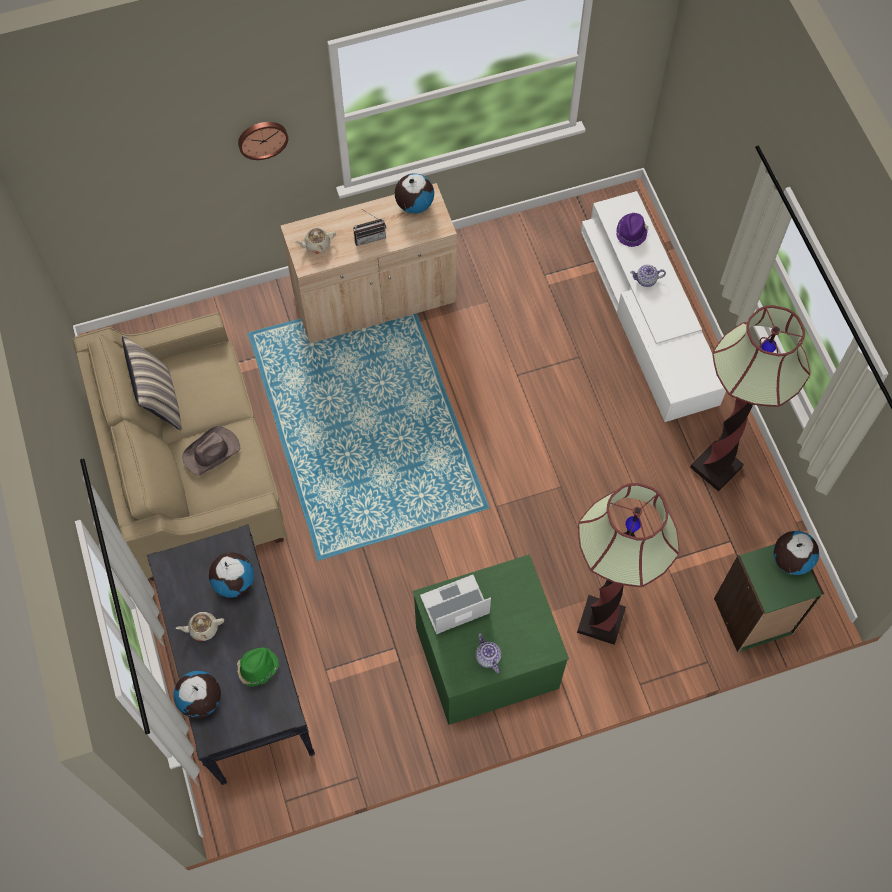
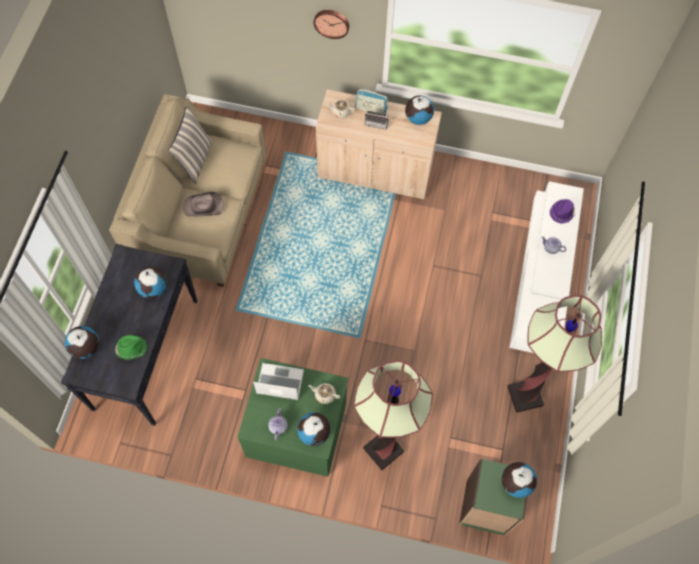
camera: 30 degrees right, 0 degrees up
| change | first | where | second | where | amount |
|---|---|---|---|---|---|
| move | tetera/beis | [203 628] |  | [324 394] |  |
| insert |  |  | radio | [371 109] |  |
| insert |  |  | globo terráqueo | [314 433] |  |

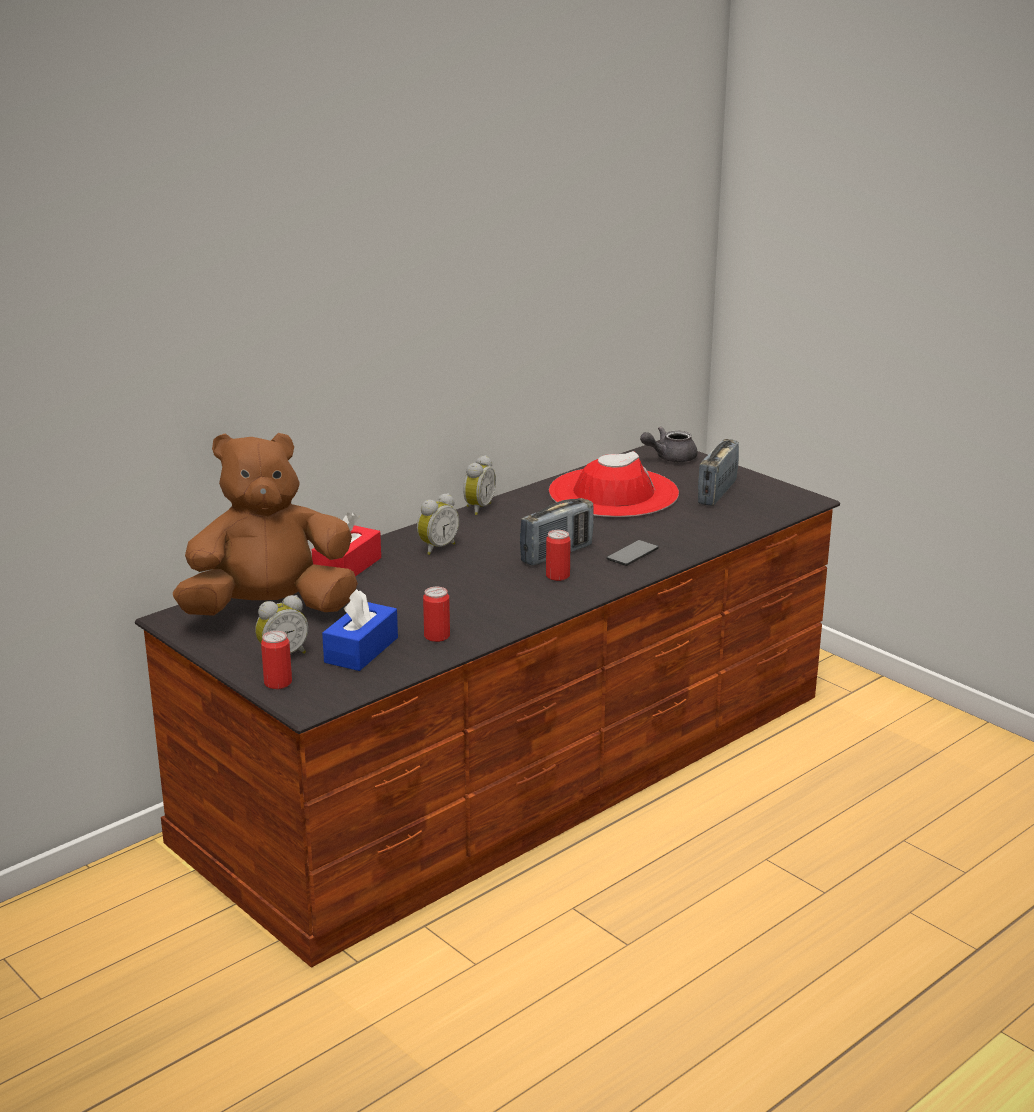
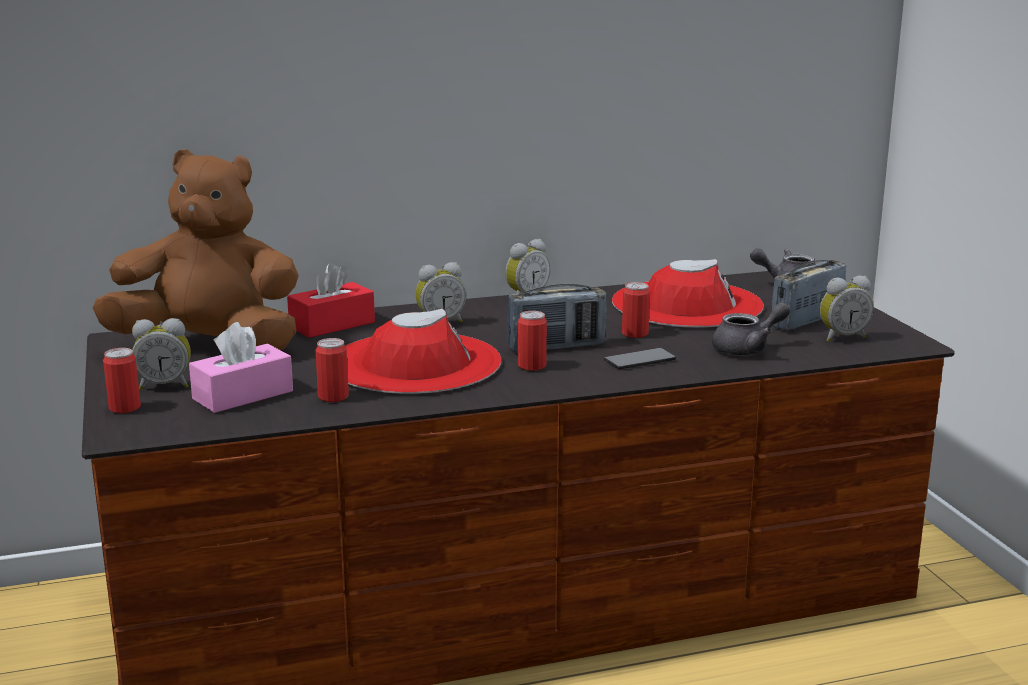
camera: 25 degrees right, 5 degrees down
| change | first | where | second | where | amount |
|---|---|---|---|---|---|
| recolor | caja de pañuelos/azul | [361 650] | caja de pañuelos/rosa | [243 395] |  |
| insert |  |  | despertador | [842 337] |  |
| insert |  |  | lata | [635 334] |  |
| insert |  |  | tetera/gris | [748 349] |  |
| insert |  |  | sombrero/rojo | [415 363] |  |

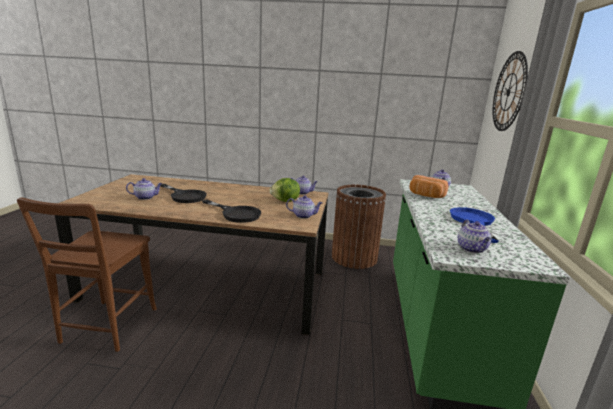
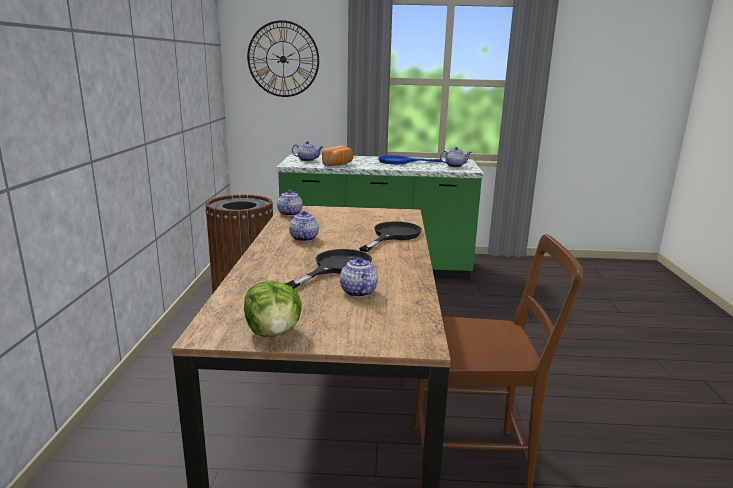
camera: 95 degrees left, 0 degrees up
| change | first | where | second | where | amount |
|---|---|---|---|---|---|
| move | lechuga | [285 201] |  | [274 333] |  |
| move | tetera | [304 216] |  | [303 238] |  |

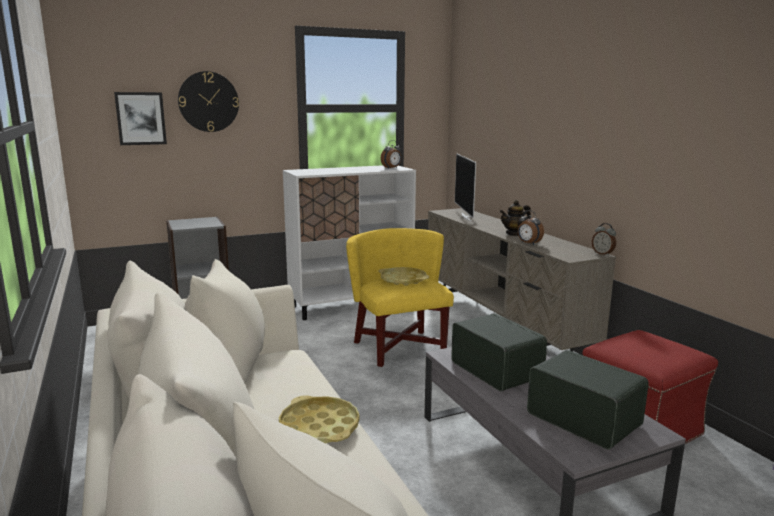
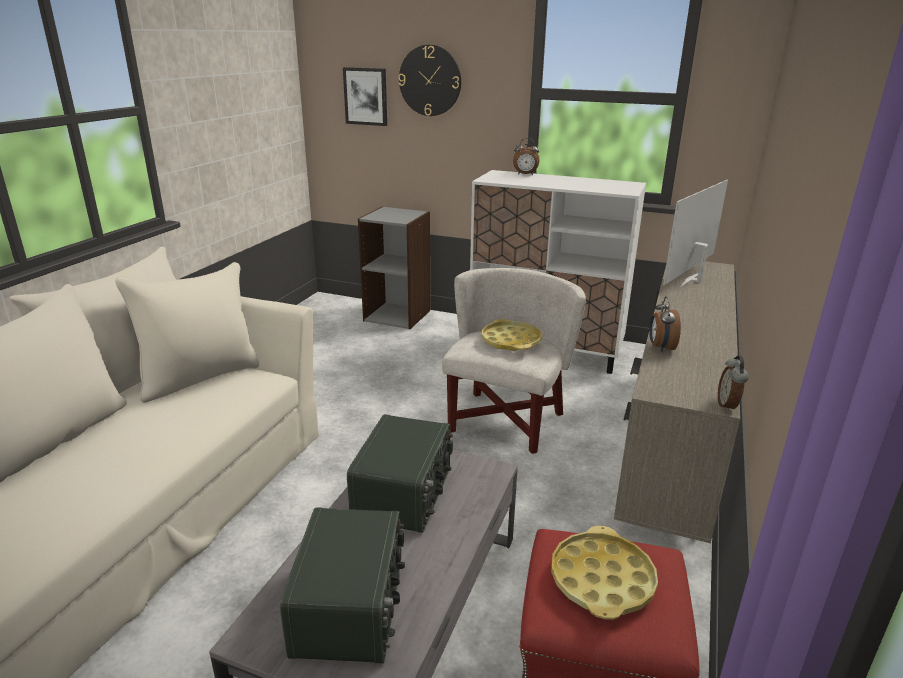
camera: 45 degrees right, 10 degrees up
| change | first | where | second | where | amount |
|---|---|---|---|---|---|
| move | despertador | [391 168] |  | [525 174] |  |
| delete | tetera | [514 234] |  |  |  |
| recolor | sillón/amarillo | [400 348] | sillón/blanco | [505 421] |  |
| move | bandeja/amarillo | [319 427] |  | [601 580] |  |

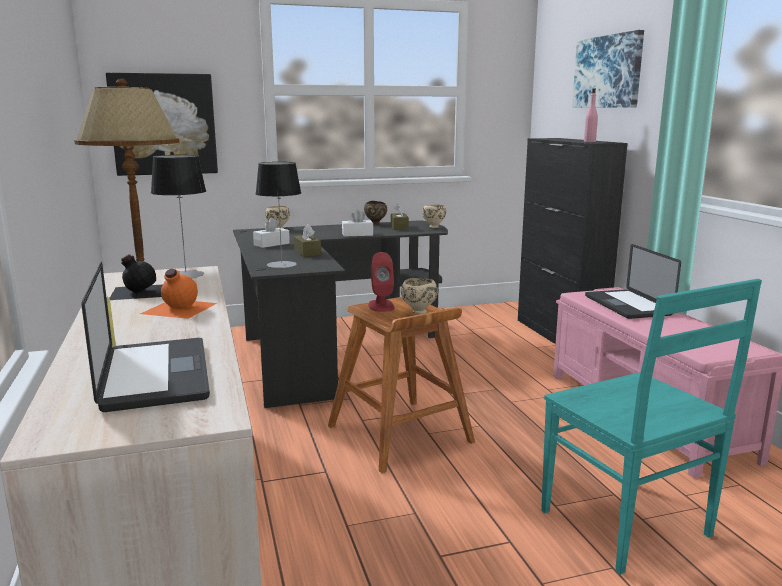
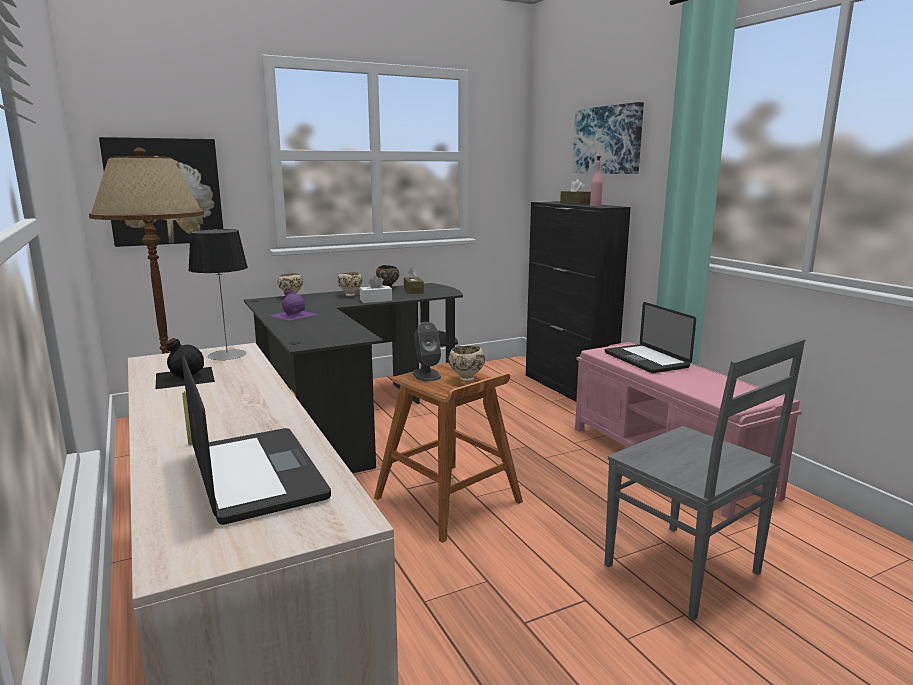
camera: 10 degrees left, 0 degrees up
| change | first | where | second | where | amount |
|---|---|---|---|---|---|
| delete | lámpara de mesa | [281 264] |  |  |  |
| move | cuenco/beis | [434 227] |  | [350 295] |  |
| replace | caja de pañuelos/blanco | [271 244] | botella/morado | [293 314] |  |
| move | caja de pañuelos/marrón | [307 252] |  | [575 203] |  |
| recolor | altavoz/rojo | [381 306] | altavoz/gris | [426 375] |  |
| delete | botella/naranja | [178 308] |  |  |  |
| recolor | silla/turquesa | [628 526] | silla/gris | [685 571] |  |

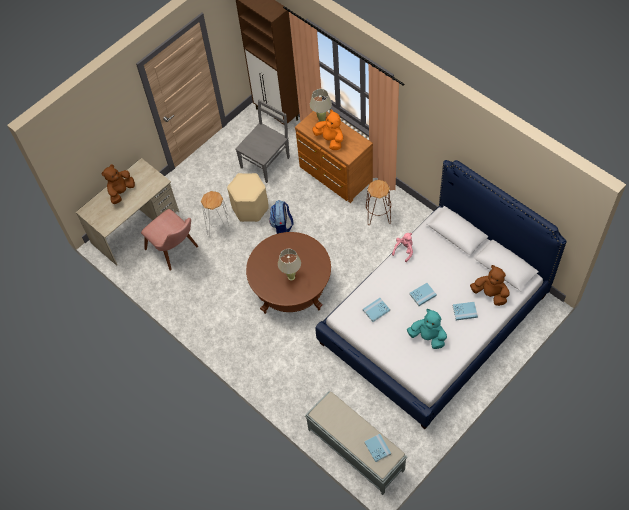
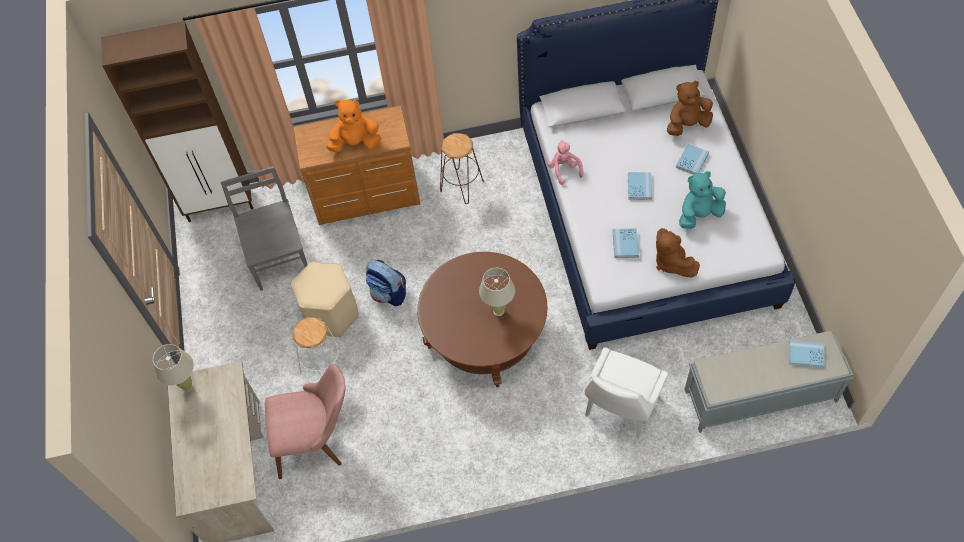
camera: 55 degrees left, 0 degrees up
| change | first | where | second | where | amount |
|---|---|---|---|---|---|
| move | lámpara de mesa/beis | [322 120] |  | [188 386] |  |
| move | peluche/marrón | [121 192] |  | [671 262] |  |
| insert |  |  | silla/blanco | [620 407] |  |

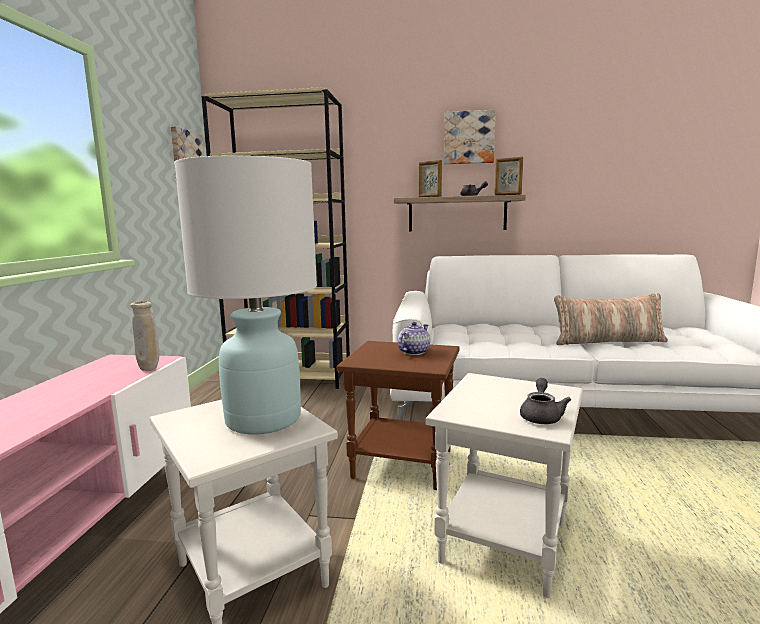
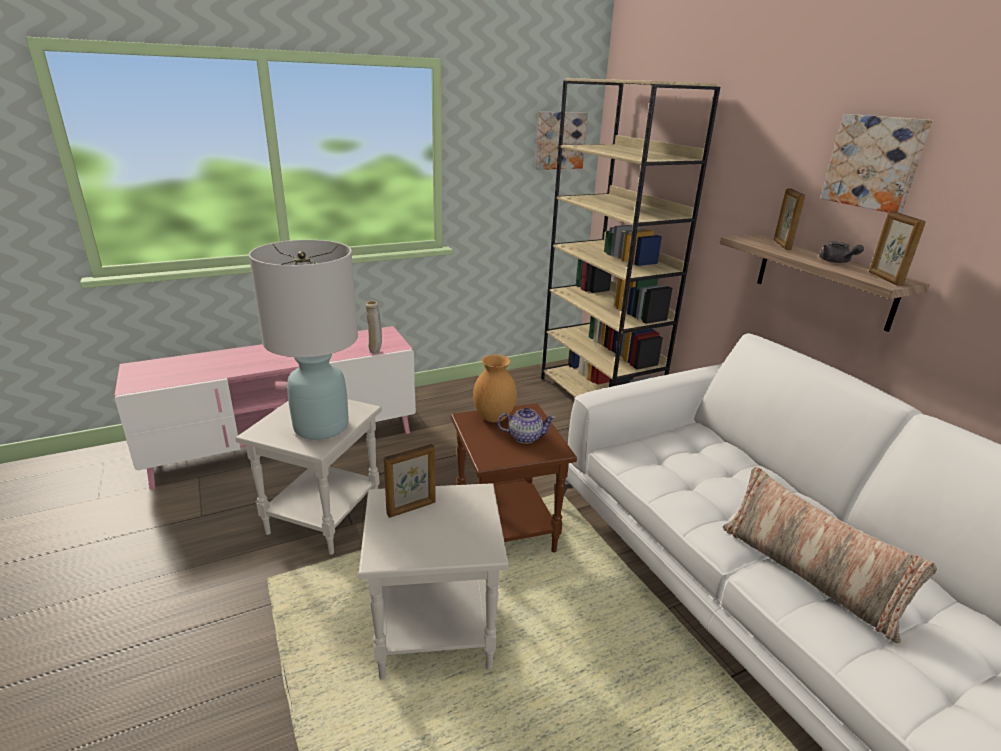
camera: 55 degrees right, 15 degrees up
| change | first | where | second | where | amount |
|---|---|---|---|---|---|
| delete | tetera/gris | [541 416] |  |  |  |
| insert |  |  | florero/marrón | [494 417] |  |
| insert |  |  | portarretratos | [412 508] |  |

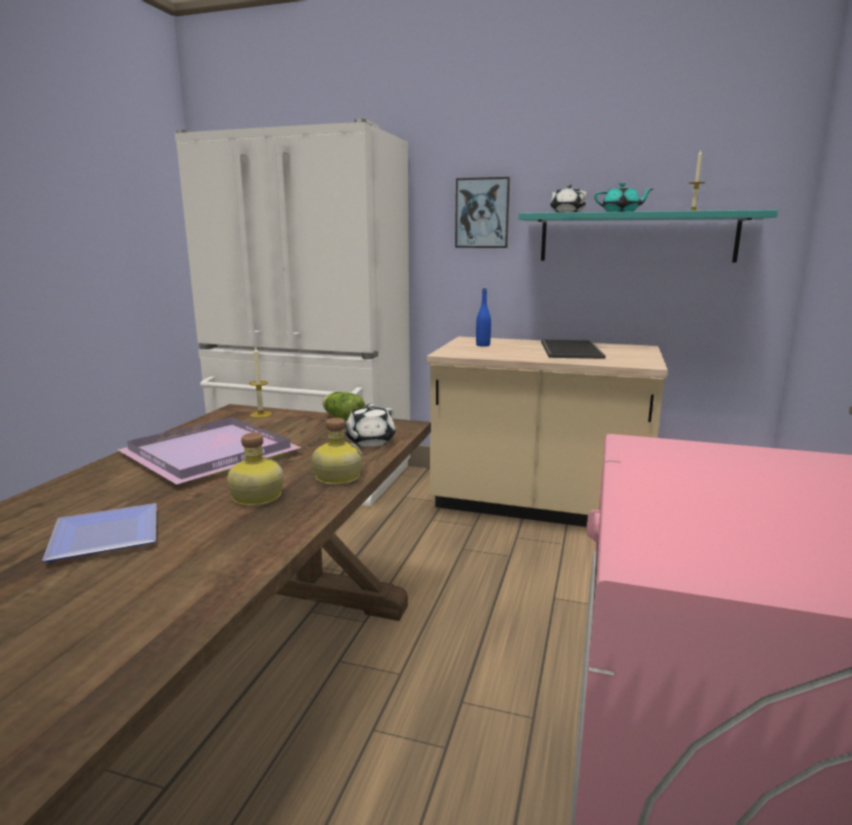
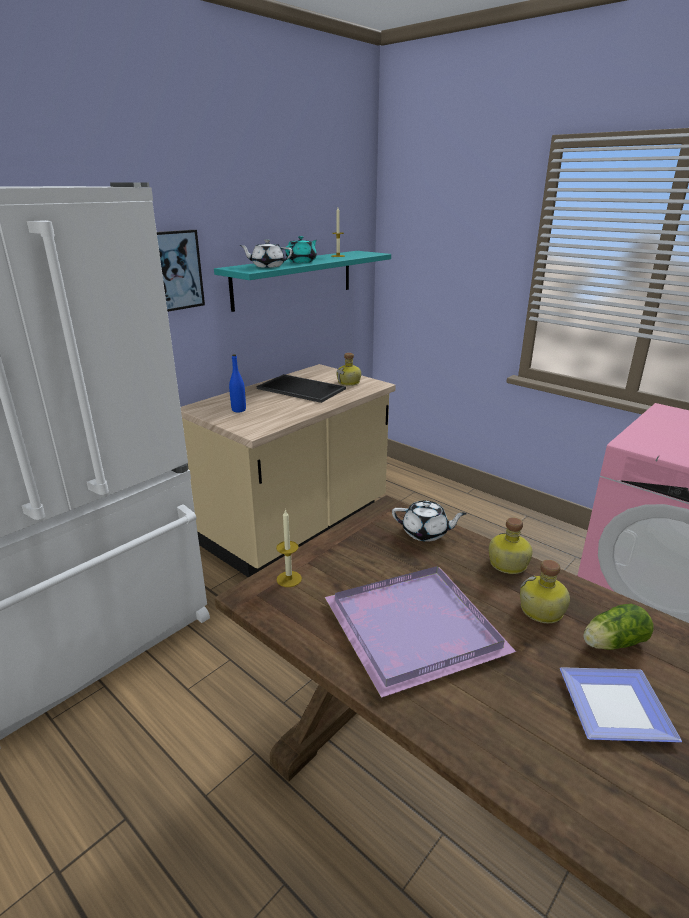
camera: 65 degrees left, 10 degrees up
| change | first | where | second | where | amount |
|---|---|---|---|---|---|
| move | lechuga | [342 419] |  | [611 643] |  |
| rotate | tetera/blanco | [369 442] |  | [426 533] | 45 degrees counterclockwise |
| insert |  |  | botella | [349 383] |  |

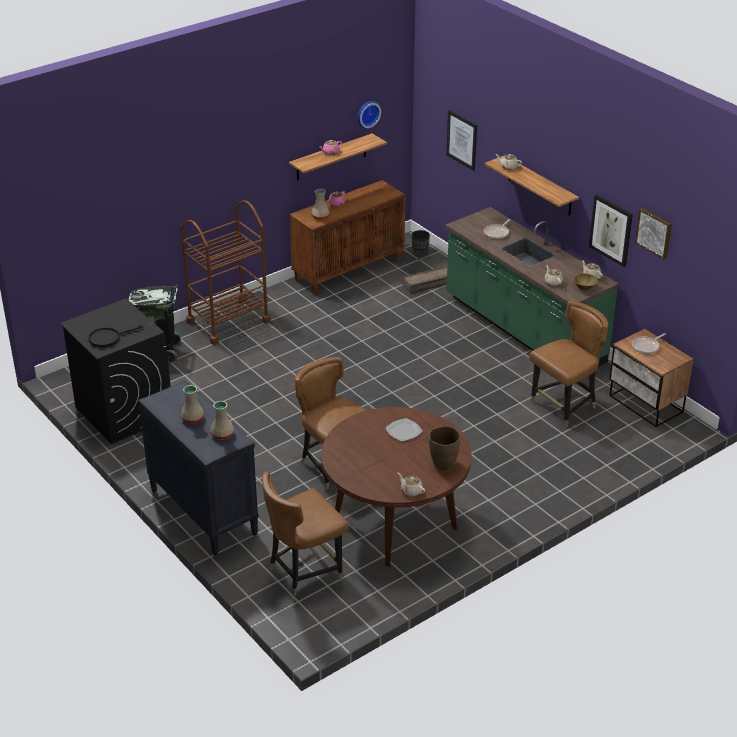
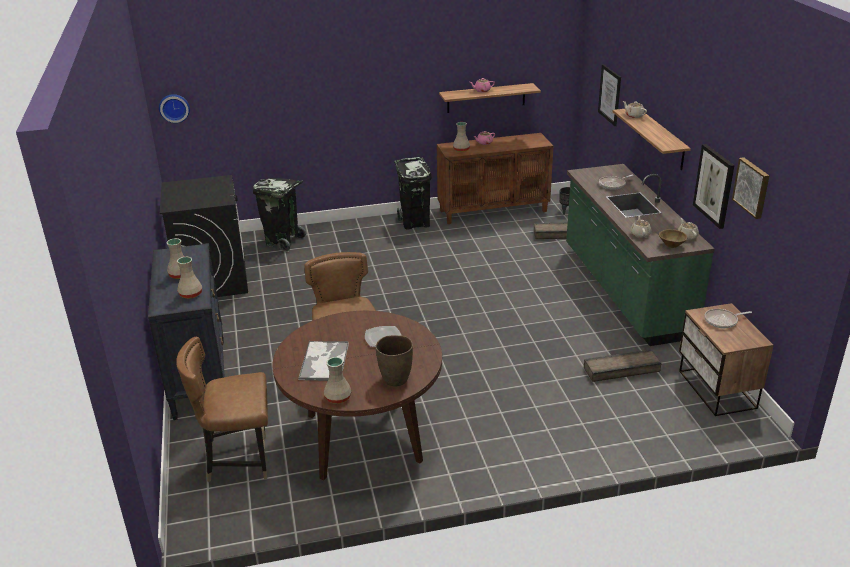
camera: 25 degrees right, 5 degrees down
| change | first | where | second | where | amount |
|---|---|---|---|---|---|
| move | reloj de pared | [367 113] |  | [174 107] |  |
| delete | carrito/marrón | [228 321] |  |  |  |
| replace | silla/marrón | [564 406] | caja de embalaje | [622 370] |  |
| delete | sartén/negro | [108 338] |  |  |  |
| replace | tetera/beis | [411 491] | florero/beis | [338 398] |  |
| insert |  |  | papelera/negro | [415 222] |  |
| insert |  |  | bandeja | [324 361] |  |

